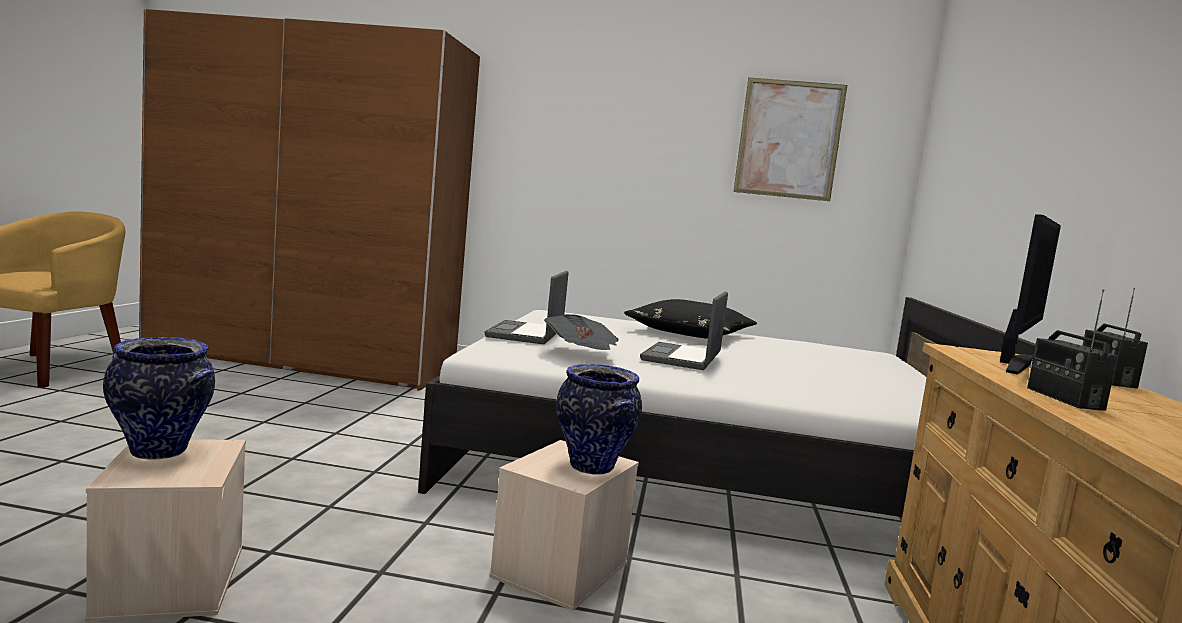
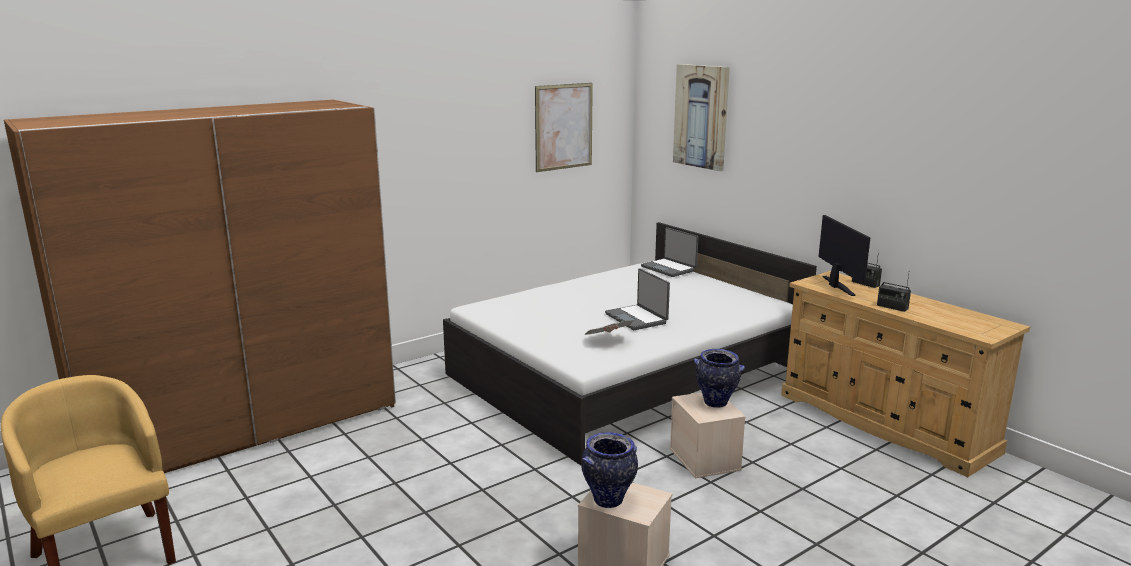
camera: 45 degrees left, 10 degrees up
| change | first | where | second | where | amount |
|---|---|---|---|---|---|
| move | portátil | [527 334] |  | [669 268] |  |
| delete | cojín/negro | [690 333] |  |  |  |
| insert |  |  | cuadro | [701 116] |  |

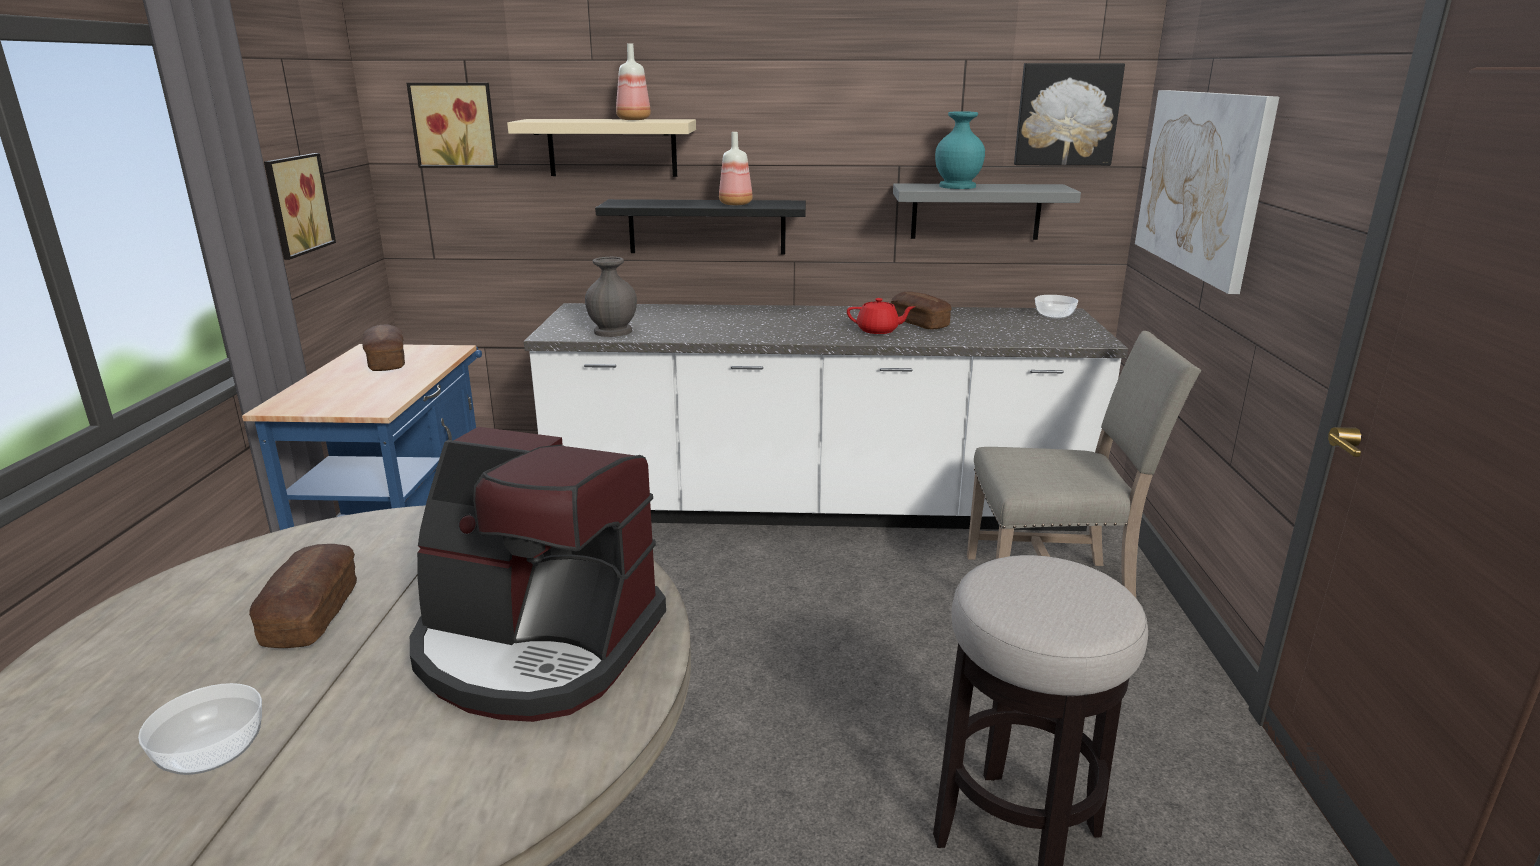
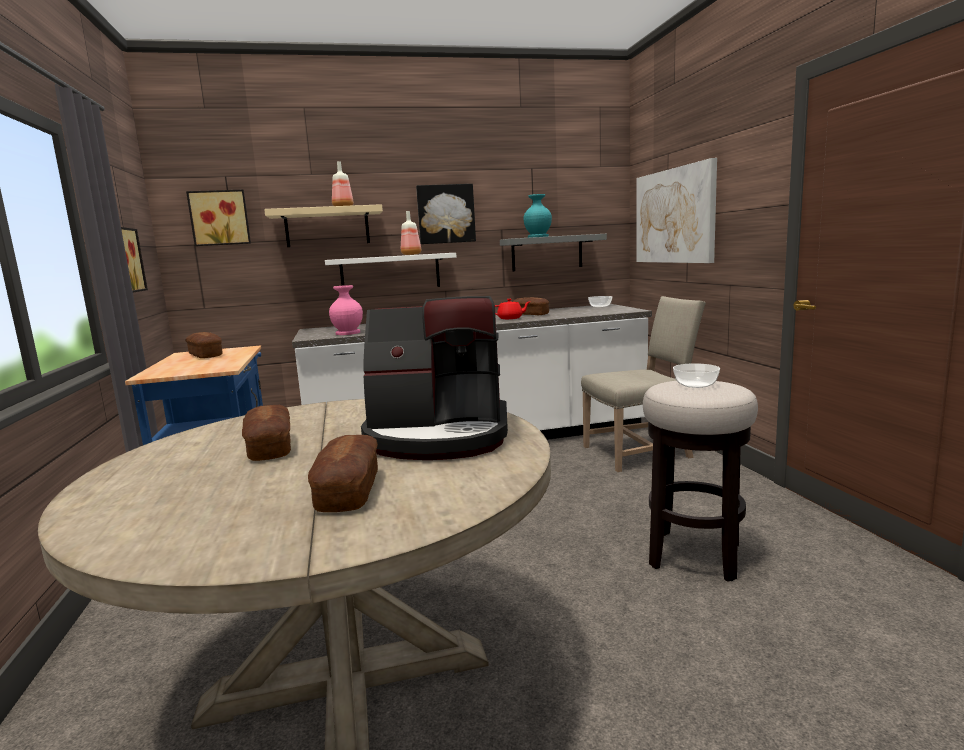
camera: 15 degrees left, 10 degrees down
| change | first | where | second | where | amount |
|---|---|---|---|---|---|
| move | cuadro | [1066 114] |  | [446 214] |  |
| recolor | estante/negro | [707 226] | estante/blanco | [390 273] |  |
| recolor | florero/gris | [614 331] | florero/rosa | [348 333] |  |
| move | cuenco | [211 749] |  | [695 384] |  |
| insert |  |  | pan | [348 491] |  |

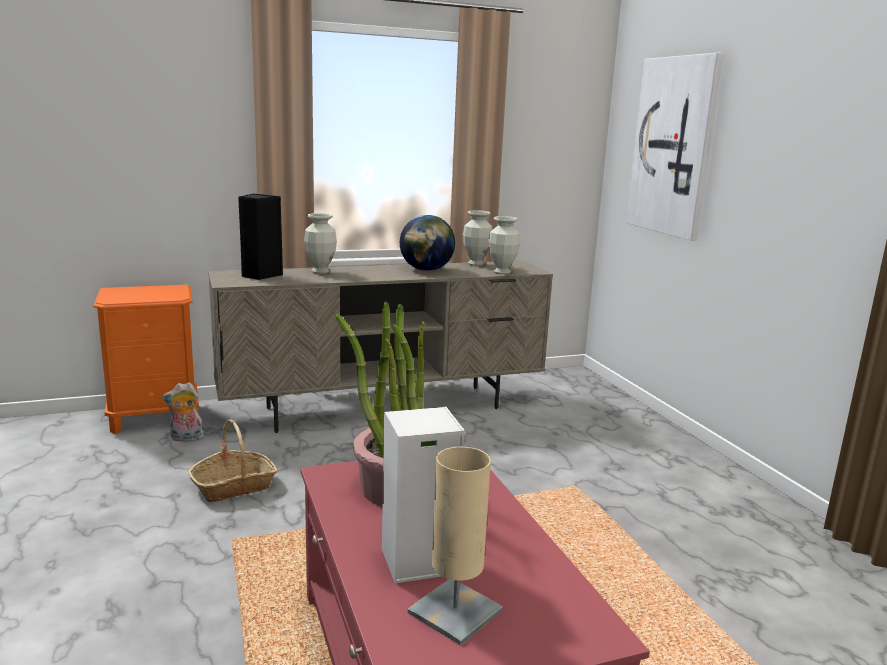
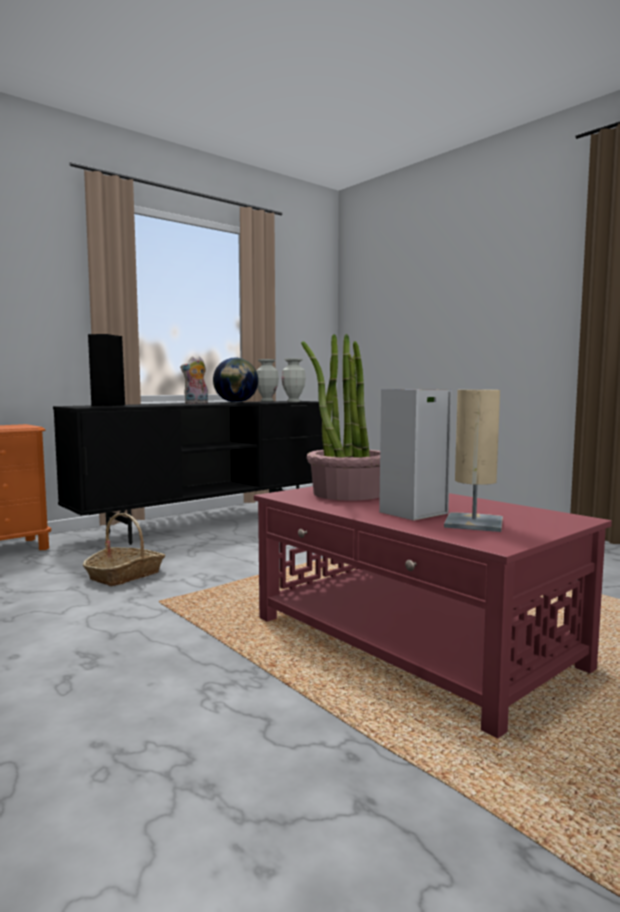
camera: 20 degrees left, 10 degrees down
| change | first | where | second | where | amount |
|---|---|---|---|---|---|
| delete | cuadro | [673 146] |  |  |  |
| delete | florero | [320 272] |  |  |  |
| recolor | mueble de televisión/beis | [386 408] | mueble de televisión/negro | [211 522] |  |
| move | peluche | [185 438] |  | [196 403] |  |

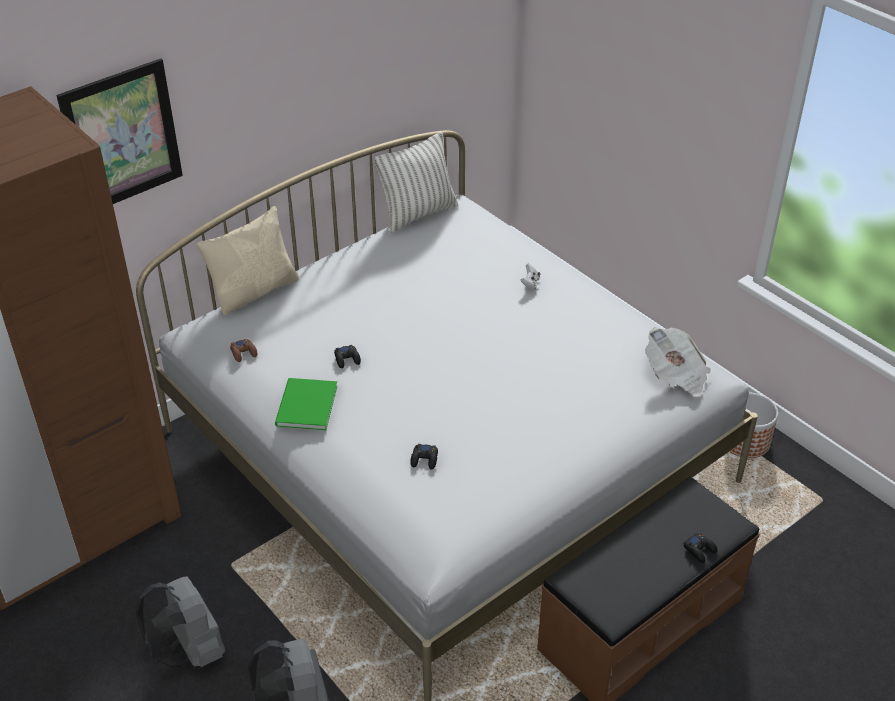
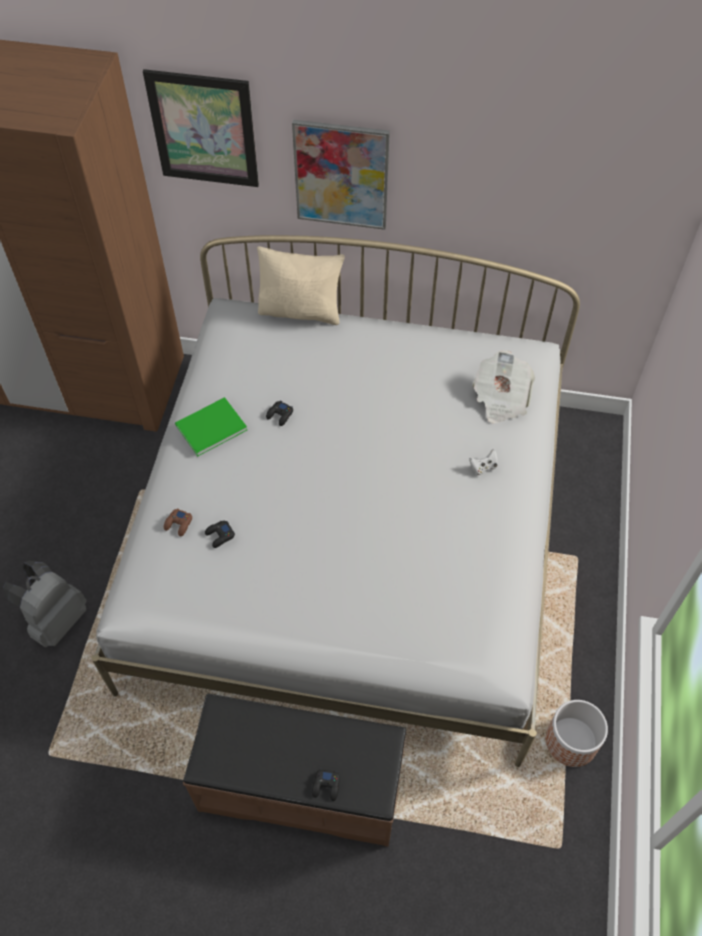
camera: 50 degrees right, 15 degrees up
| change | first | where | second | where | amount |
|---|---|---|---|---|---|
| delete | cojín | [418 214] |  |  |  |
| move | periódico | [676 375] |  | [501 399] |  |
| move | mando de consola/marrón | [244 353] |  | [178 524] |  |
| delete | mochila/gris | [190 651] |  |  |  |
| insert |  |  | cuadro | [341 175] |  |

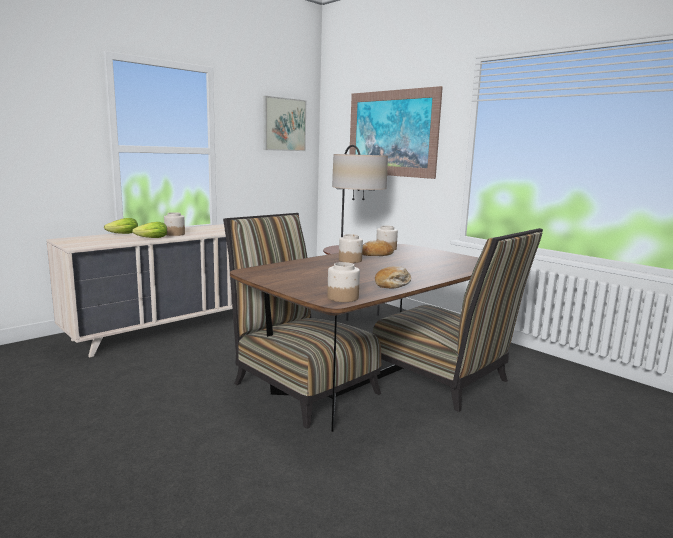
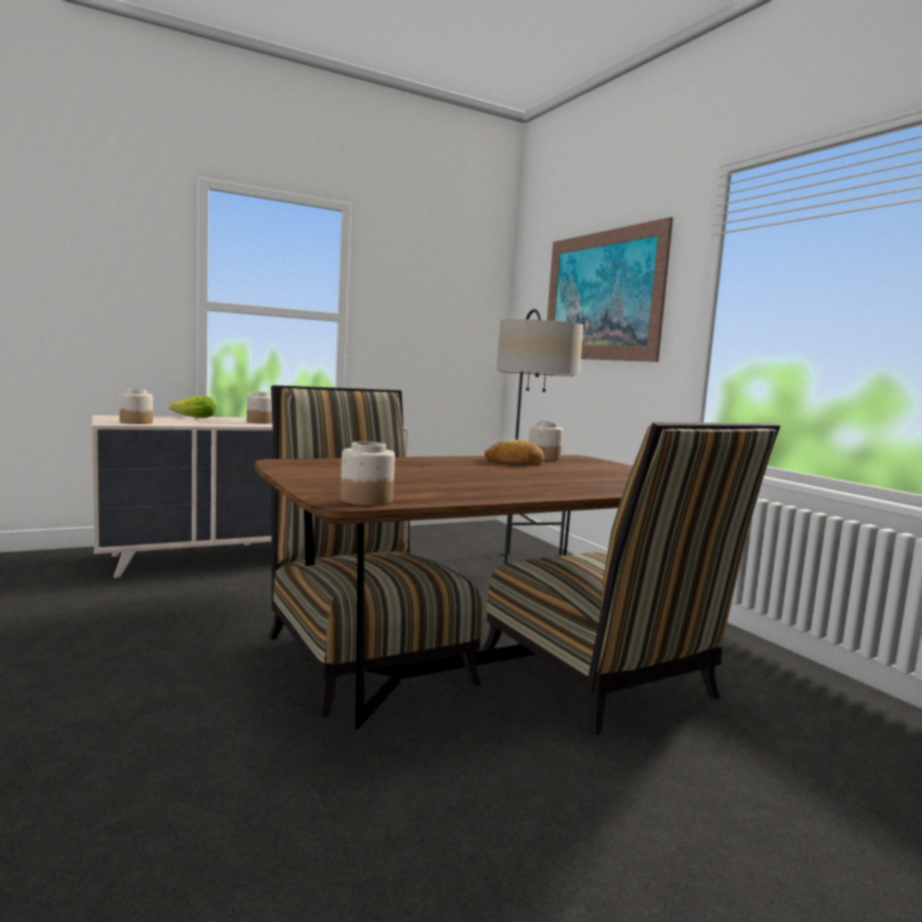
camera: 15 degrees right, 5 degrees down
| change | first | where | second | where | amount |
|---|---|---|---|---|---|
| delete | cuadro | [284 124] |  |  |  |
| delete | lechuga | [150 238] |  |  |  |
| move | tarro | [350 260] |  | [136 422] |  |
| delete | pan | [393 284] |  |  |  |

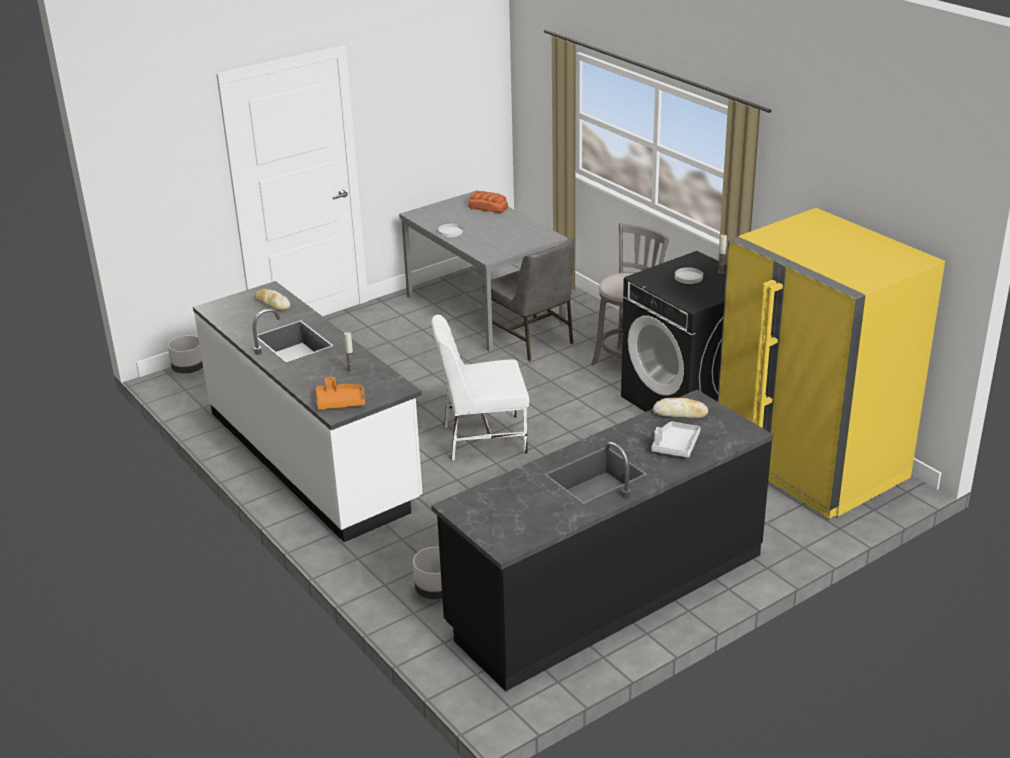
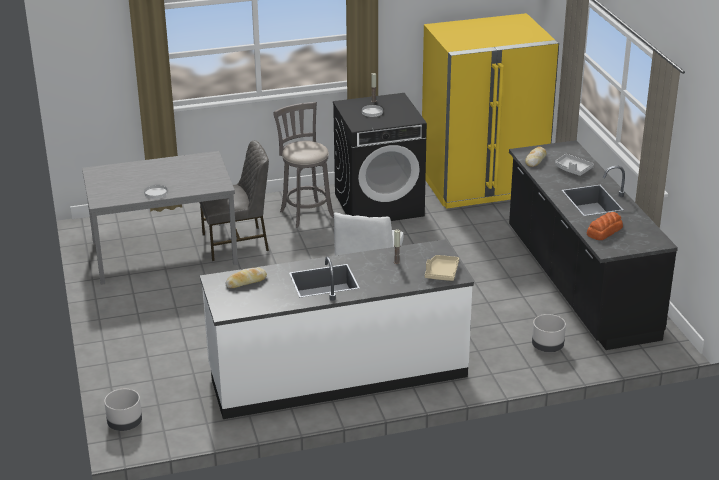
camera: 70 degrees left, 0 degrees up
| change | first | where | second | where | amount |
|---|---|---|---|---|---|
| move | pan | [487 207] |  | [604 231] |  |
| recolor | bandeja/naranja | [340 402] | bandeja/beis | [441 273] |  |

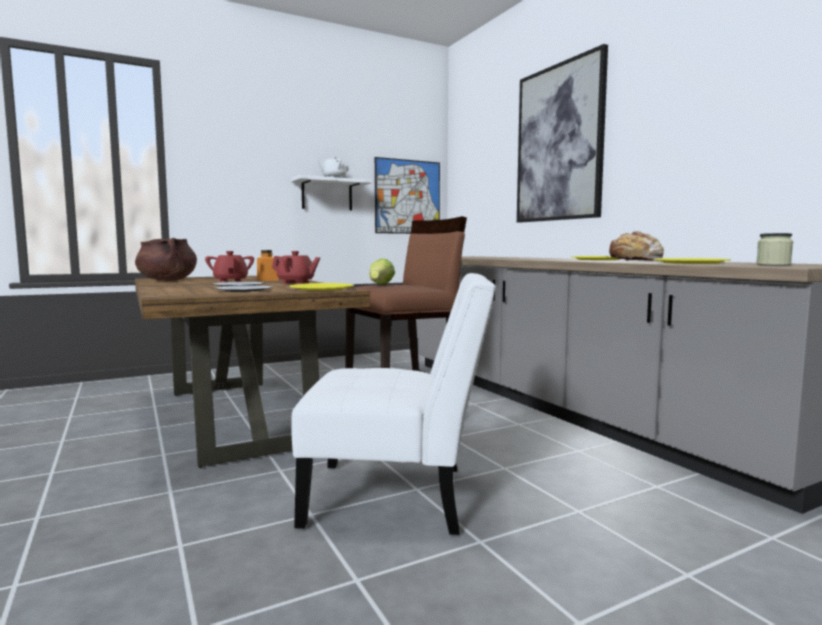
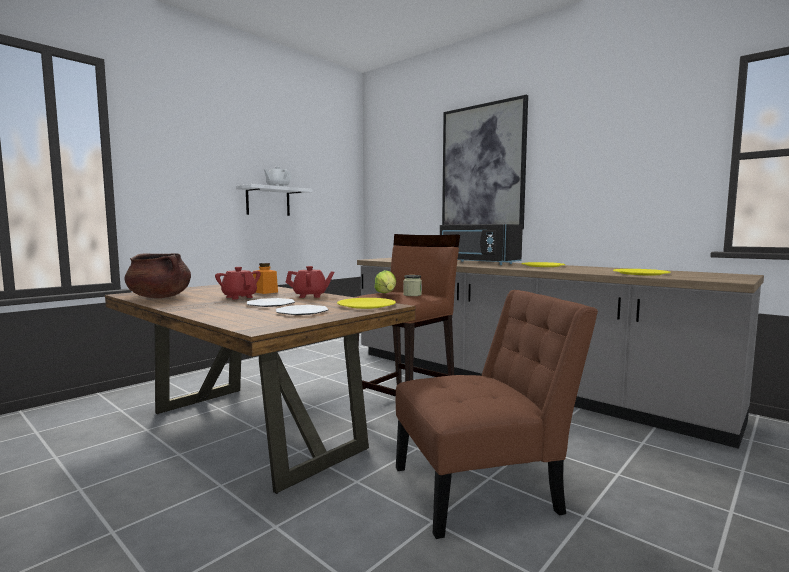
camera: 20 degrees left, 0 degrees up
| change | first | where | second | where | amount |
|---|---|---|---|---|---|
| delete | cuadro | [407 197] |  |  |  |
| delete | pan | [635 261] |  |  |  |
| move | tarro | [773 264] |  | [412 295] |  |
| recolor | silla/blanco | [398 497] | silla/marrón | [483 488] |  |
| insert |  |  | microondas/negro | [477 263] |  |

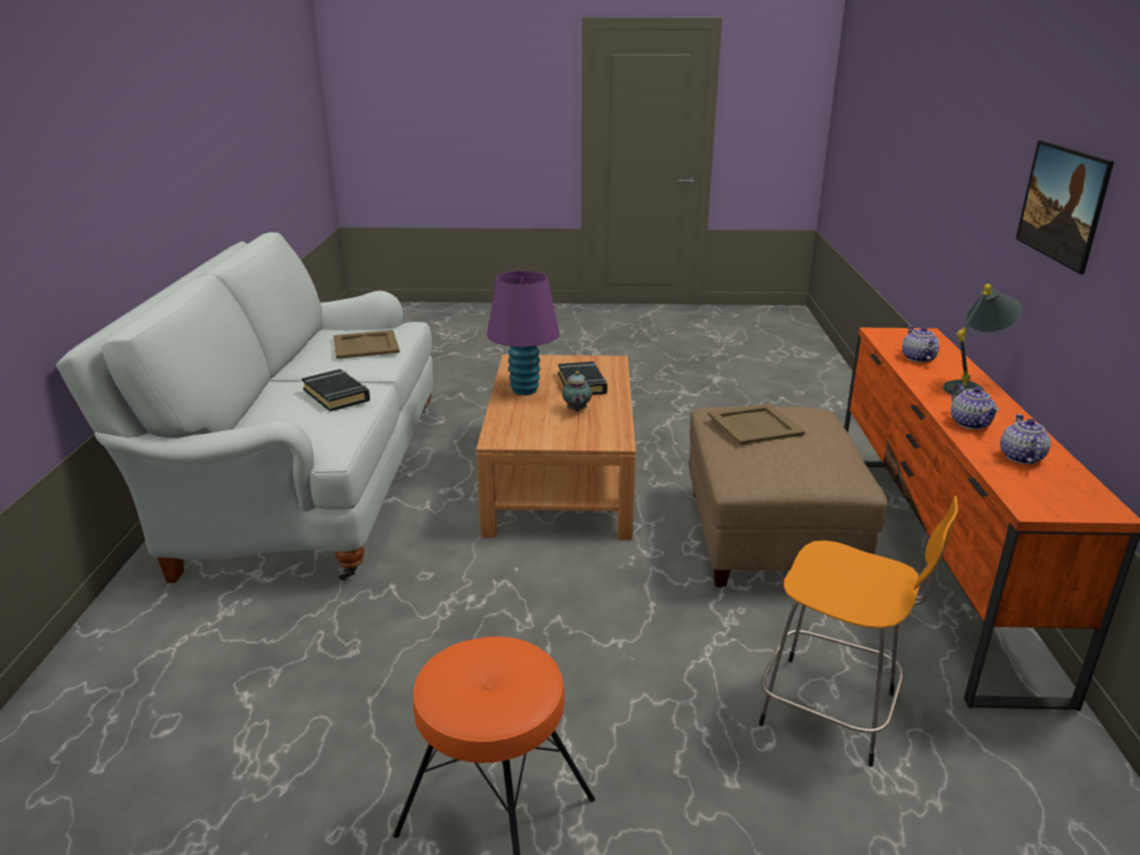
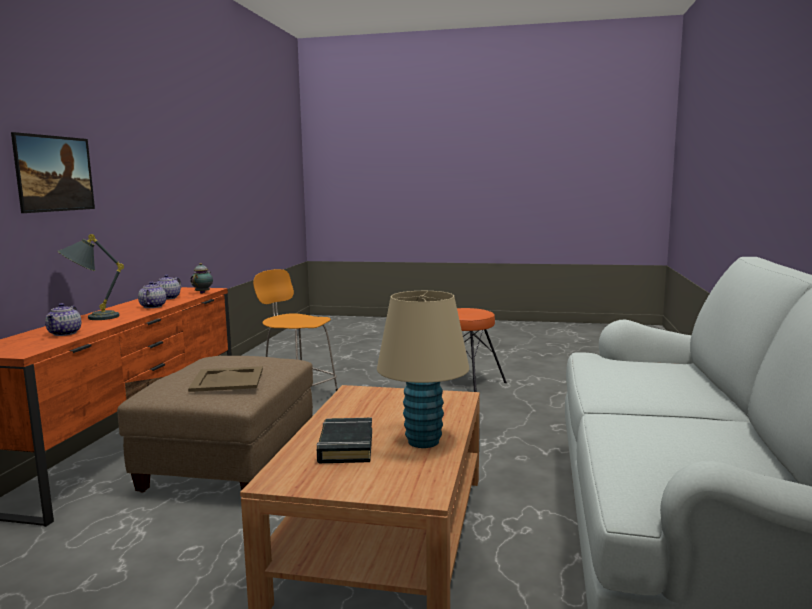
camera: 170 degrees left, 15 degrees down
| change | first | where | second | where | amount |
|---|---|---|---|---|---|
| recolor | lámpara de mesa/morado | [525 390] | lámpara de mesa/beis | [423 441] |  |
| delete | bandeja/beis | [366 345] |  |  |  |
| delete | libro/negro | [337 395] |  |  |  |
| move | tetera | [576 411] |  | [203 293] |  |

